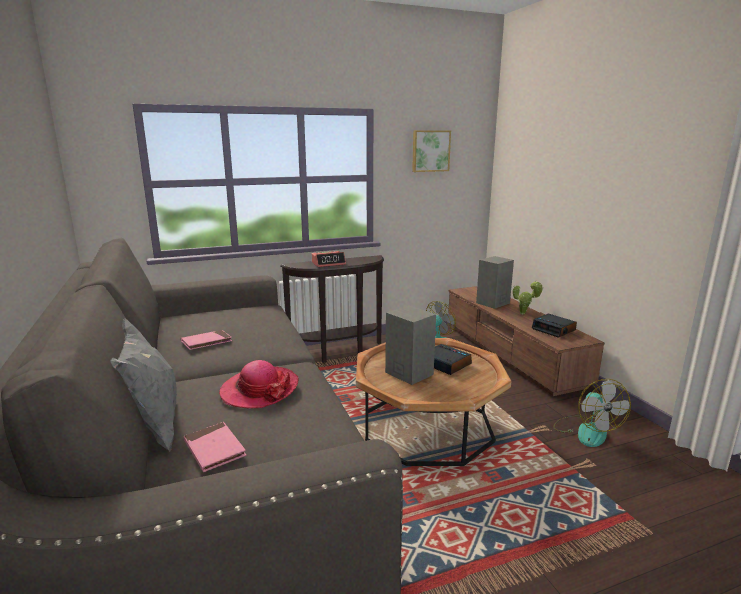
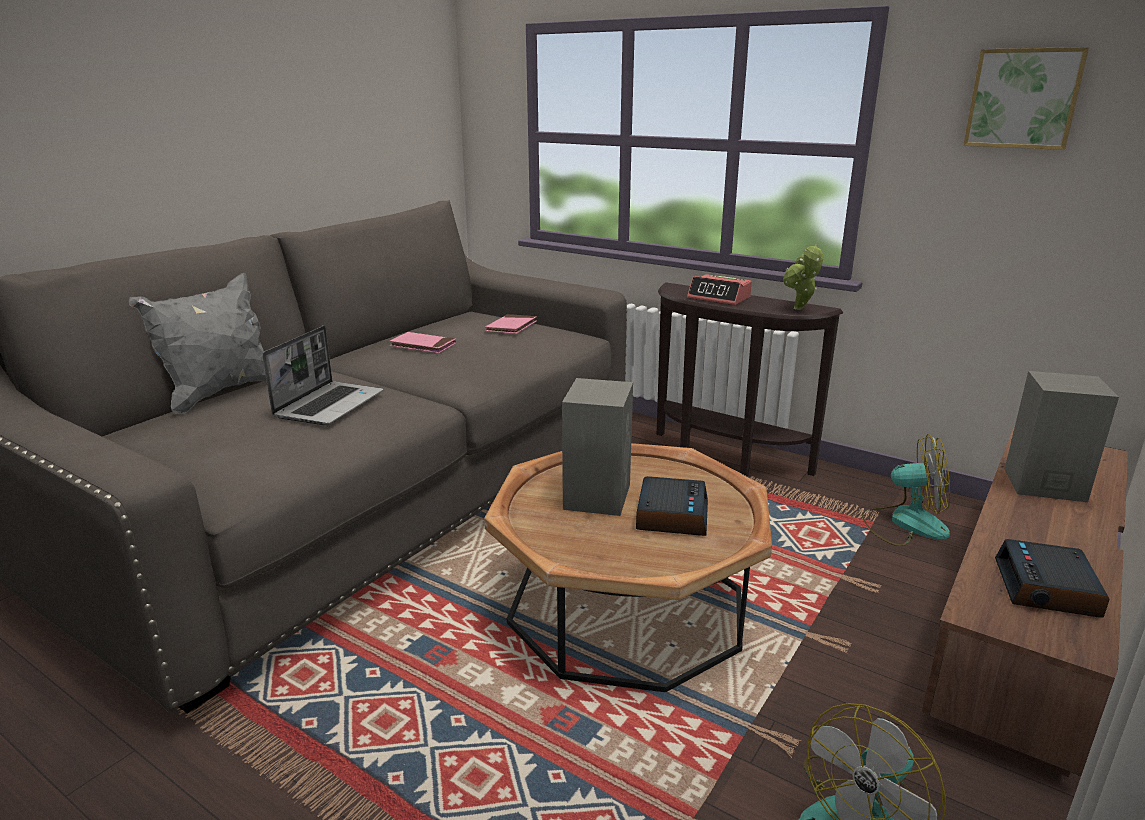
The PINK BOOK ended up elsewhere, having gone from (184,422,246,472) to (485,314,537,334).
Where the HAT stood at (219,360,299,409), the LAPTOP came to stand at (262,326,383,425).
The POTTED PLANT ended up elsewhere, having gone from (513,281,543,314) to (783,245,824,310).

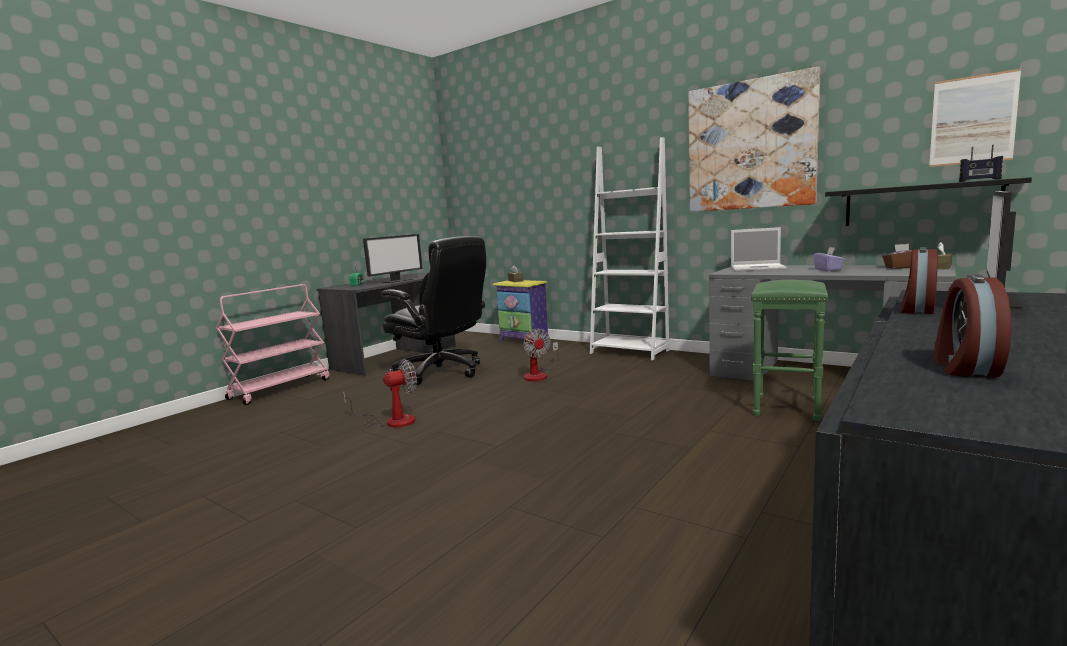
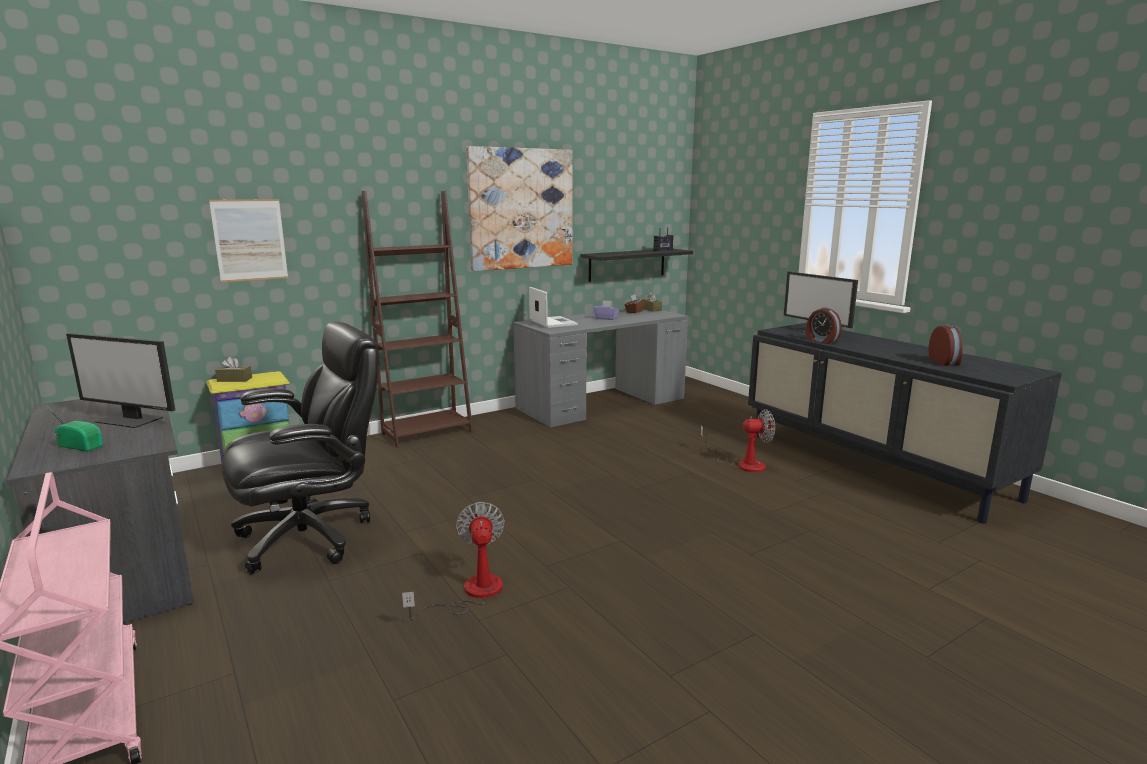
The MONITOR at (363,234,423,283) ended up facing another way, 135 degrees clockwise from before.
The FAN ended up elsewhere, having gone from (523,328,560,381) to (701,409,775,472).
What was the WHITE BOOKCASE at (590,137,669,360) turned into the BROWN BOOKCASE at (361,191,473,448).
The LAPTOP at (731,227,787,271) ended up facing another way, 60 degrees counterclockwise from before.
The second view lost the GREEN STOOL at (751,280,828,421).
The PICTURE ended up elsewhere, having gone from (929,69,1021,167) to (209,199,288,282).
The ALARM CLOCK at (933,274,1011,377) ended up facing another way, 135 degrees counterclockwise from before.

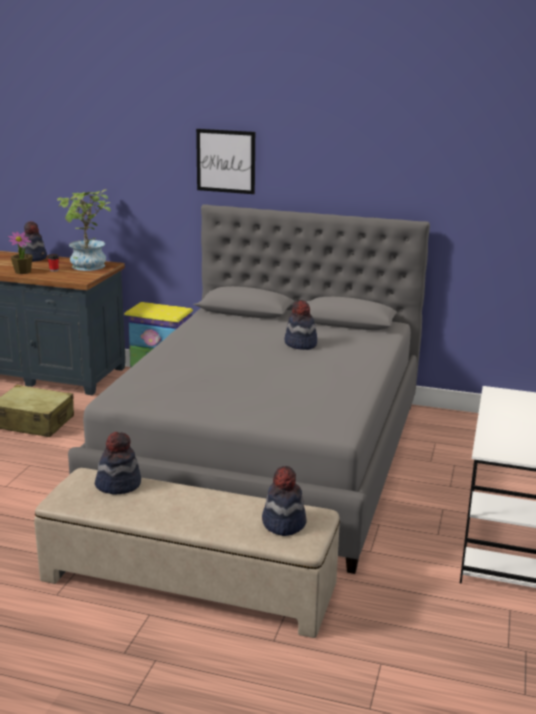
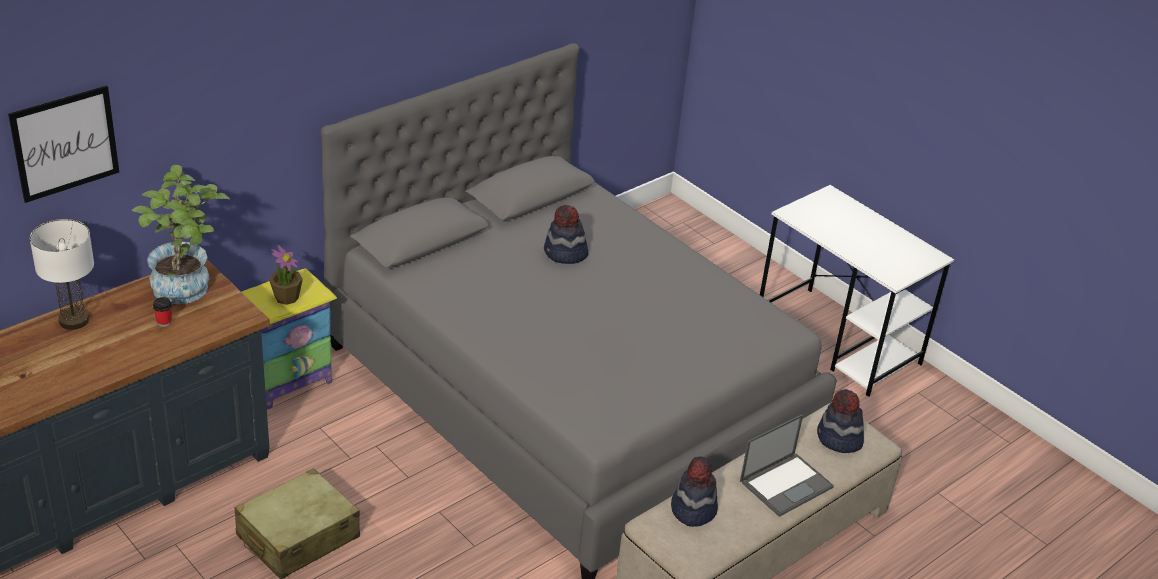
The POTTED PLANT ended up elsewhere, having gone from (8,232,32,274) to (269,245,303,305).
Where the HAT stood at (22,221,47,262), the TABLE LAMP came to stand at (30,219,94,330).
The PICTURE ended up elsewhere, having gone from (196,129,255,194) to (8,86,119,203).
The second view gained the LAPTOP at (740,414,834,517).

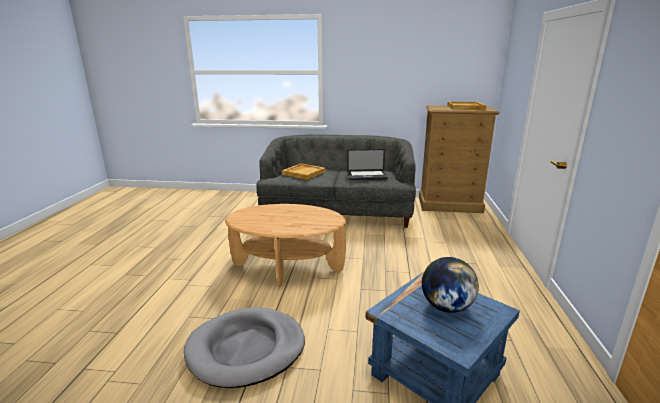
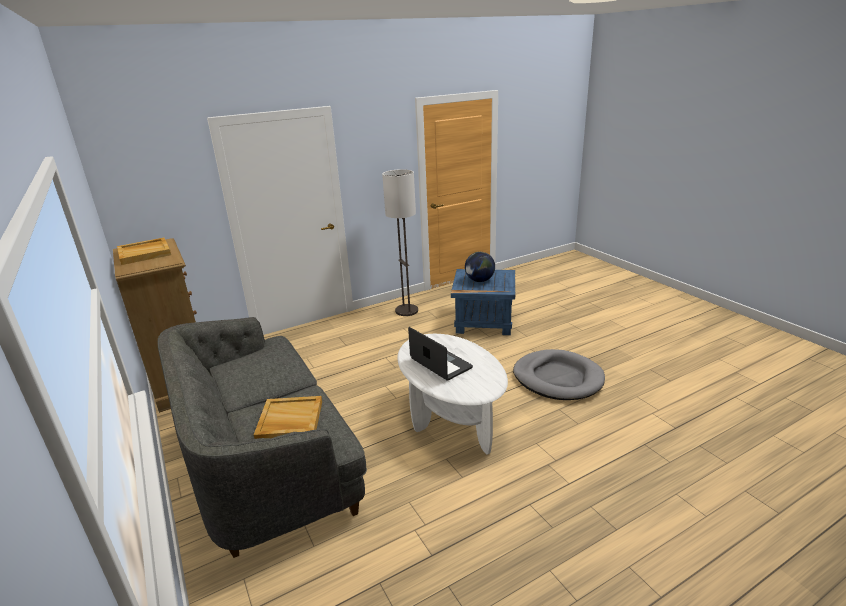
What was the BROWN COFFEE TABLE at (225,204,346,287) turned into the WHITE COFFEE TABLE at (397,334,508,455).
The LAPTOP ended up elsewhere, having gone from (347,149,388,180) to (408,327,473,381).
The second view gained the FLOOR LAMP at (382,169,418,316).

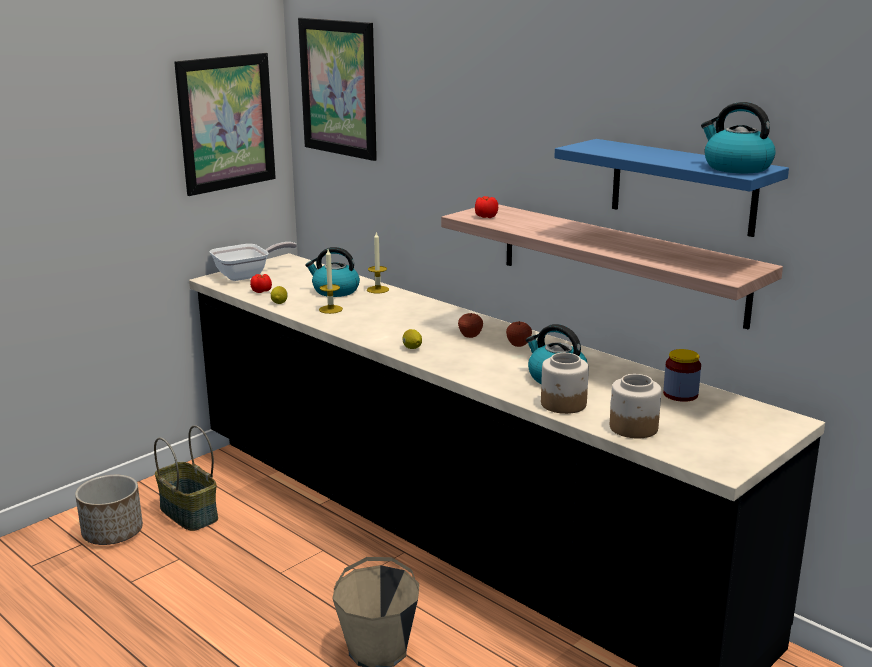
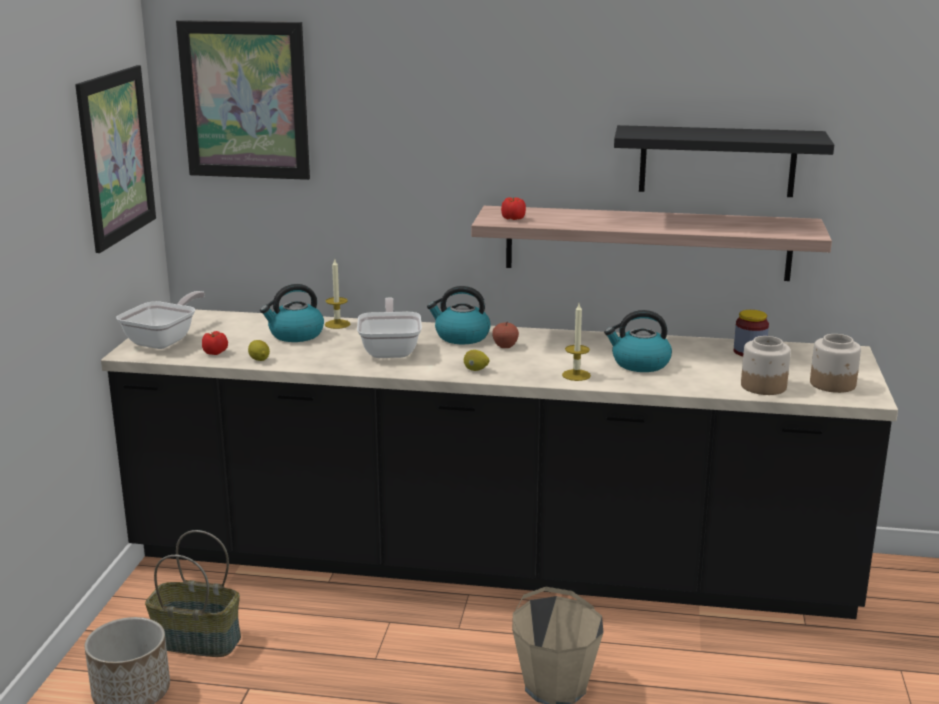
The CANDLE ended up elsewhere, having gone from (319,249,343,314) to (562,304,591,381).
The second view lost the APPLE at (506,321,532,347).
The JAR ended up elsewhere, having gone from (541,353,589,414) to (810,334,861,393).
What was the BLUE SHELF at (554,139,789,237) turned into the BLACK SHELF at (614,125,834,197).
The KETTLE ended up elsewhere, having gone from (701,102,776,173) to (427,286,490,344).
The second view gained the FRYING PAN at (357,298,422,358).

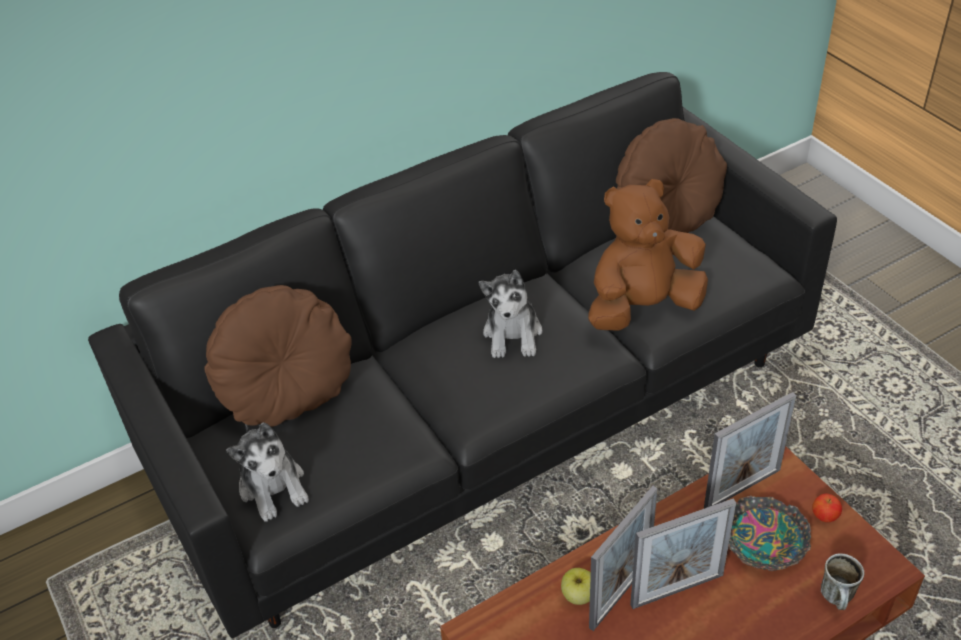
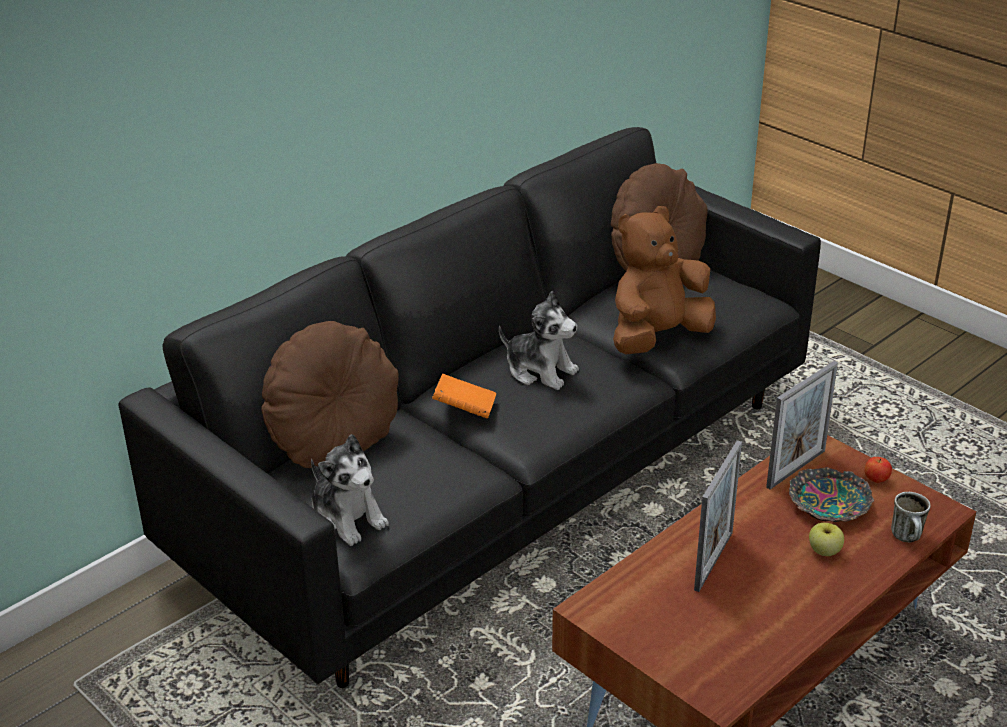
The PLUSH TOY at (479,270,543,358) ended up facing another way, 45 degrees counterclockwise from before.
The APPLE ended up elsewhere, having gone from (561,568,591,605) to (809,523,844,556).
The second view lost the PICTURE FRAME at (630,498,736,609).
The second view gained the ORANGE BOOK at (432,374,496,419).

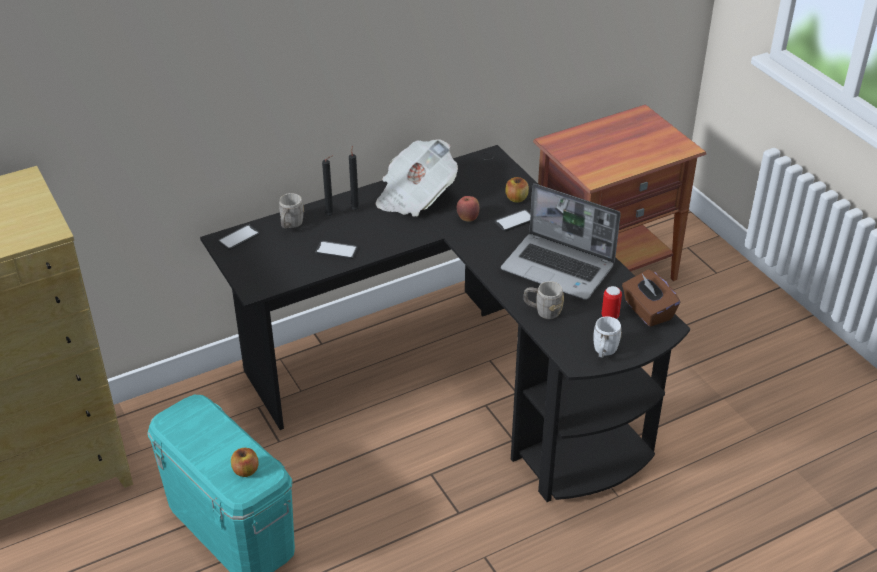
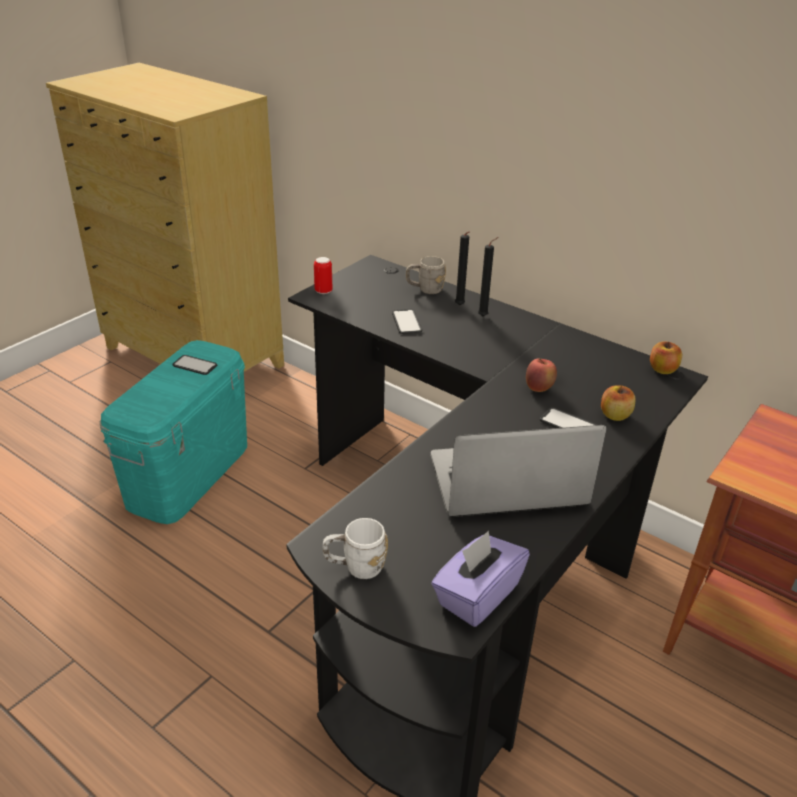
The PHONE ended up elsewhere, having gone from (218,225,260,250) to (172,355,217,375).
The APPLE ended up elsewhere, having gone from (231,448,259,477) to (650,342,682,374).
The second view lost the NEWSPAPER at (375,139,458,217).
The LAPTOP at (501,184,621,300) ended up facing another way, 75 degrees clockwise from before.
The second view lost the GREY MUG at (524,281,564,319).
The CAN ended up elsewhere, having gone from (602,286,622,319) to (314,257,332,294).
What was the BROWN TISSUE BOX at (622,269,680,327) turned into the PURPLE TISSUE BOX at (431,531,530,627).

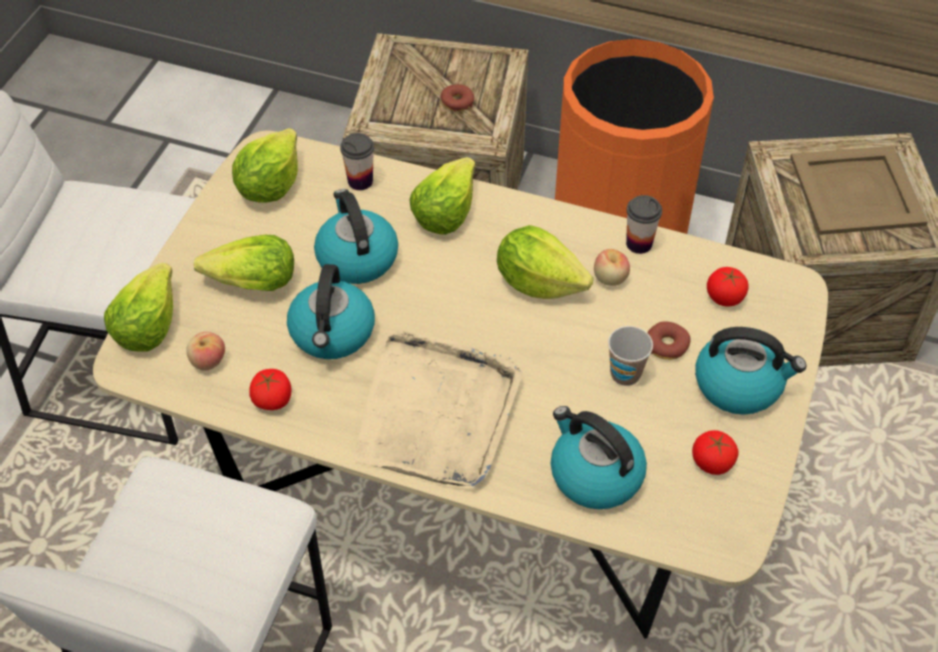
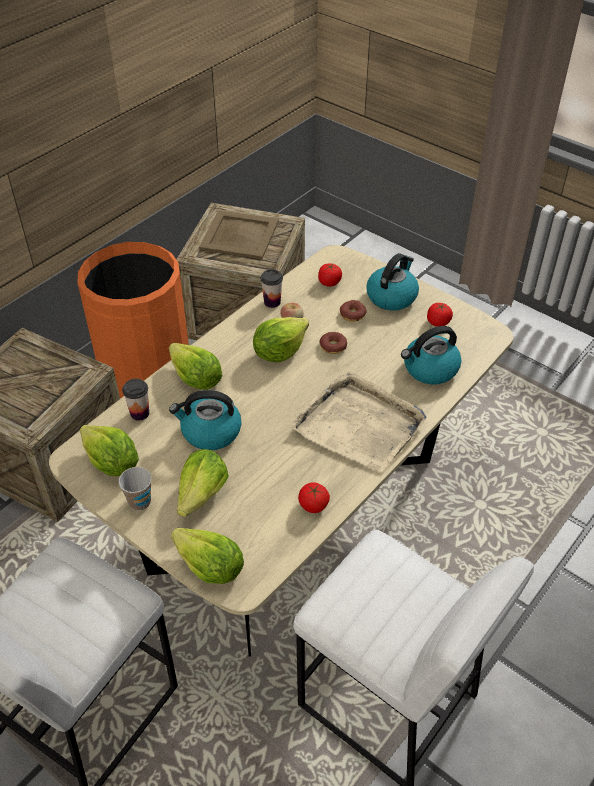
The second view lost the APPLE at (186,332,225,371).
The second view lost the KETTLE at (287,264,375,359).
The DONUT ended up elsewhere, having gone from (440,84,474,111) to (319,332,347,354).
The CUP ended up elsewhere, having gone from (608,326,653,386) to (119,467,152,511).

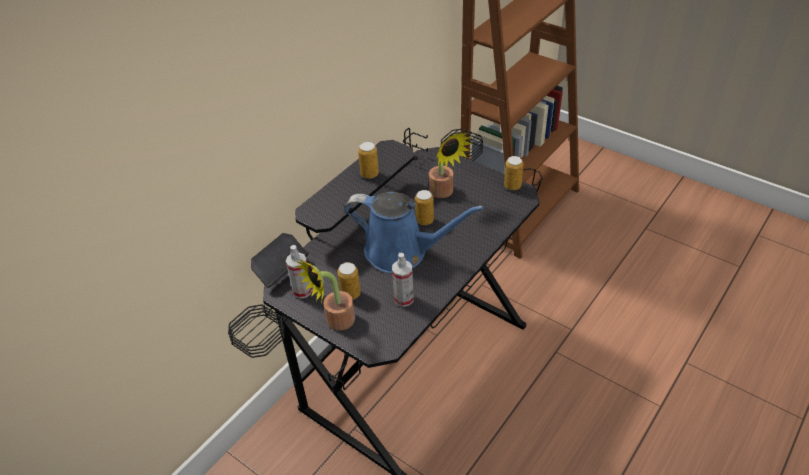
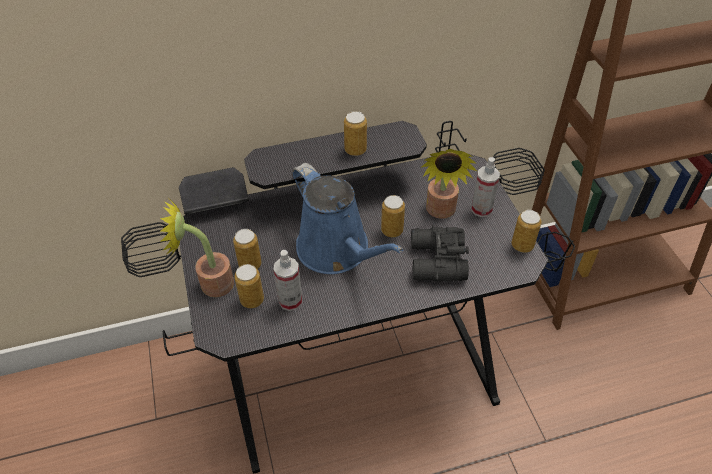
The SPRAY BOTTLE ended up elsewhere, having gone from (286,245,312,299) to (471,157,500,217).
The second view gained the CAN at (234,264,264,308).
The second view gained the BLACK BINOCULARS at (411,225,469,281).

